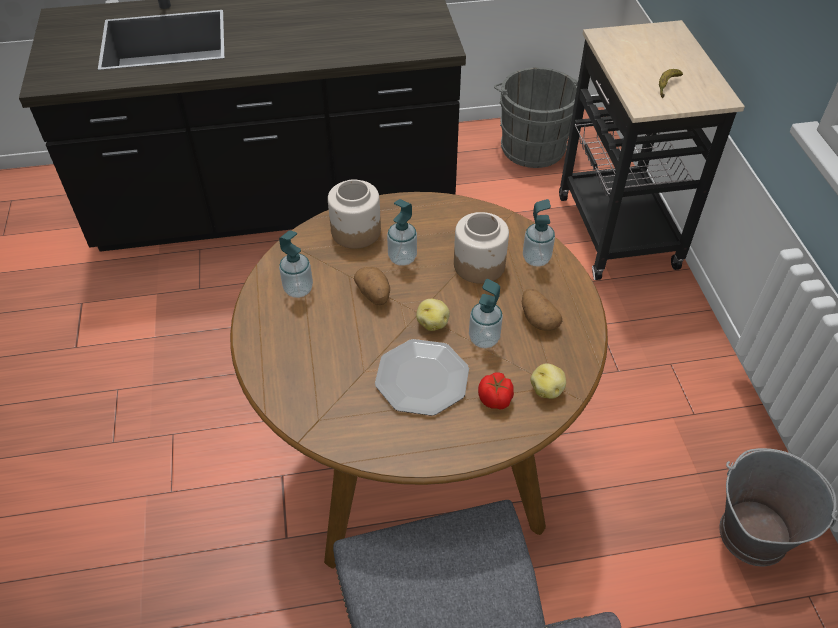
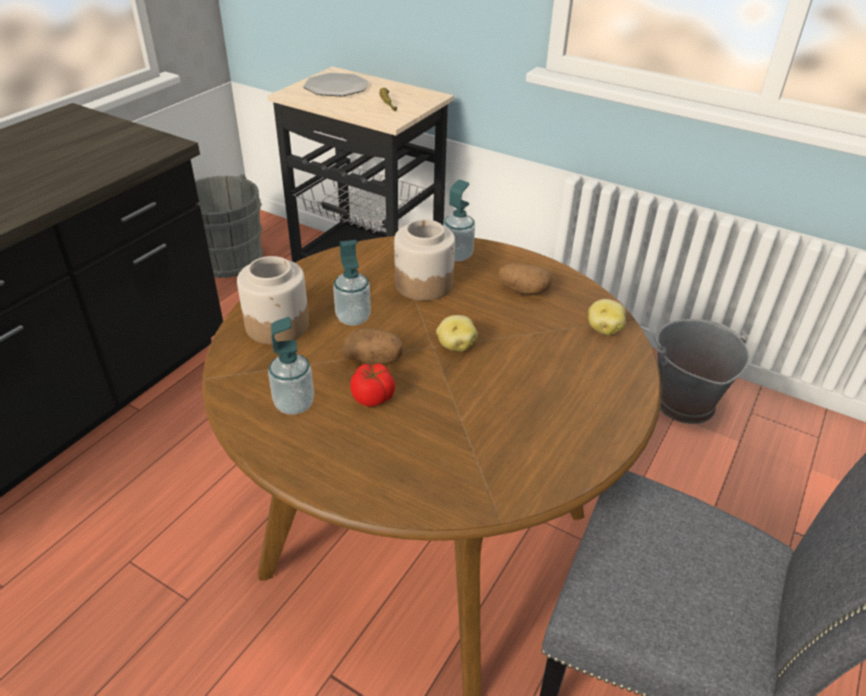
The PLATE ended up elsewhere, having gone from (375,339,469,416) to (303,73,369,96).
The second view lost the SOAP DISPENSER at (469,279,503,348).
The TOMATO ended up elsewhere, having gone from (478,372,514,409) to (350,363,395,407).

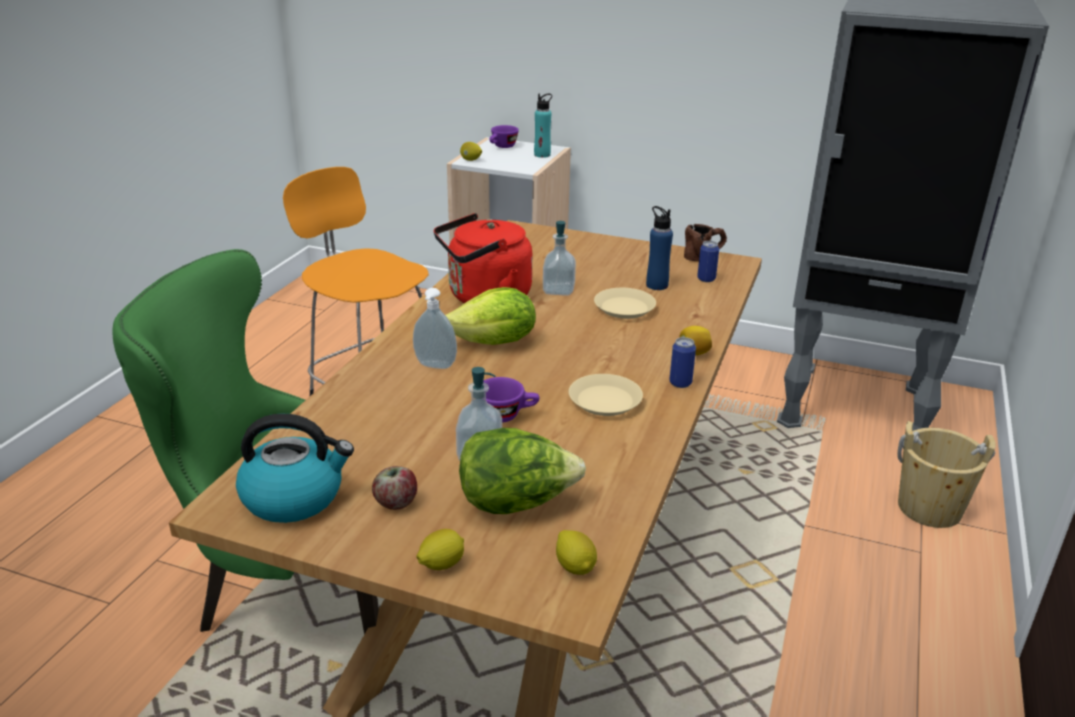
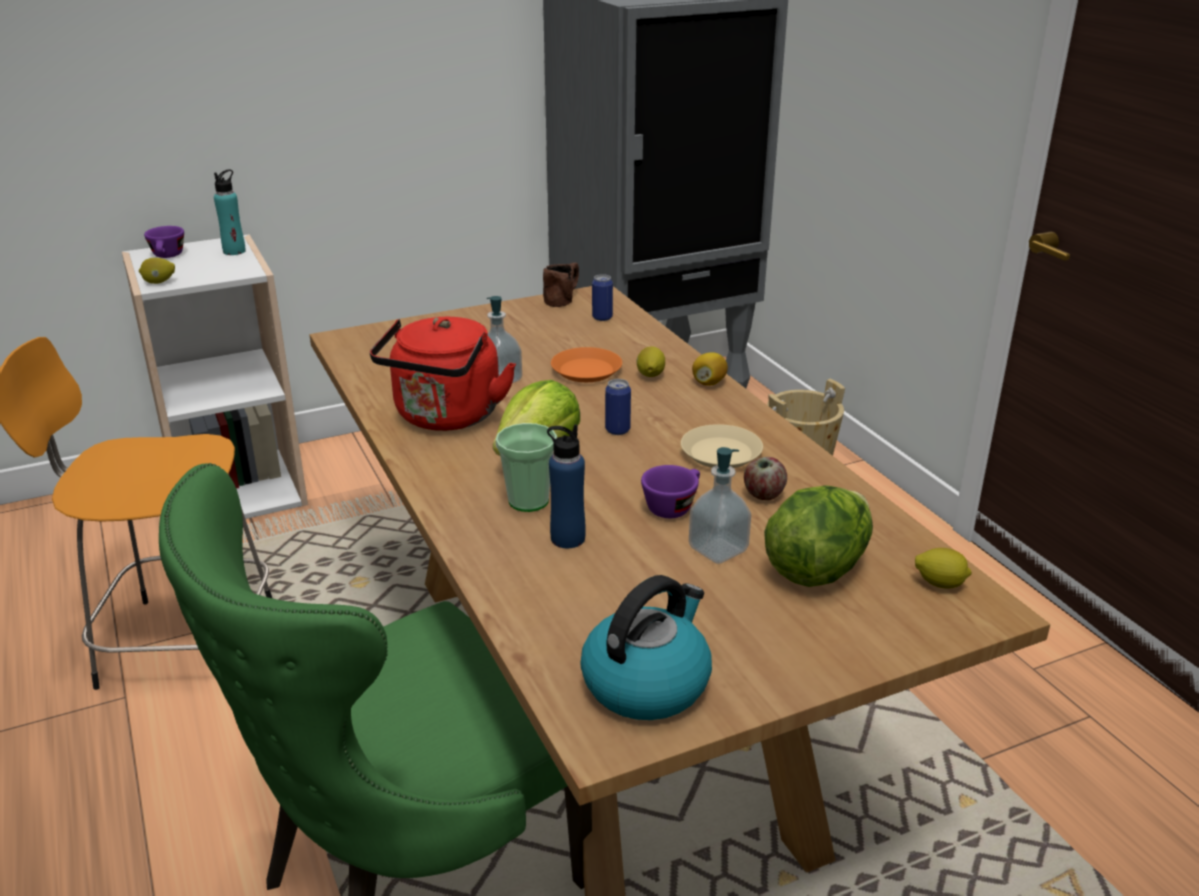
The APPLE ended up elsewhere, having gone from (372,466,417,510) to (744,457,787,500).
Where the SOAP DISPENSER stood at (413,288,457,369), the CUP came to stand at (496,423,557,512).
The LEMON ended up elsewhere, having gone from (416,529,464,570) to (636,346,665,377).
What was the BEIGE PLATE at (594,288,656,319) turned into the ORANGE PLATE at (551,347,622,382).
The BLUE BOTTLE ended up elsewhere, having gone from (646,206,673,290) to (547,424,586,548).
The CAN ended up elsewhere, having gone from (669,337,696,388) to (605,379,631,435).

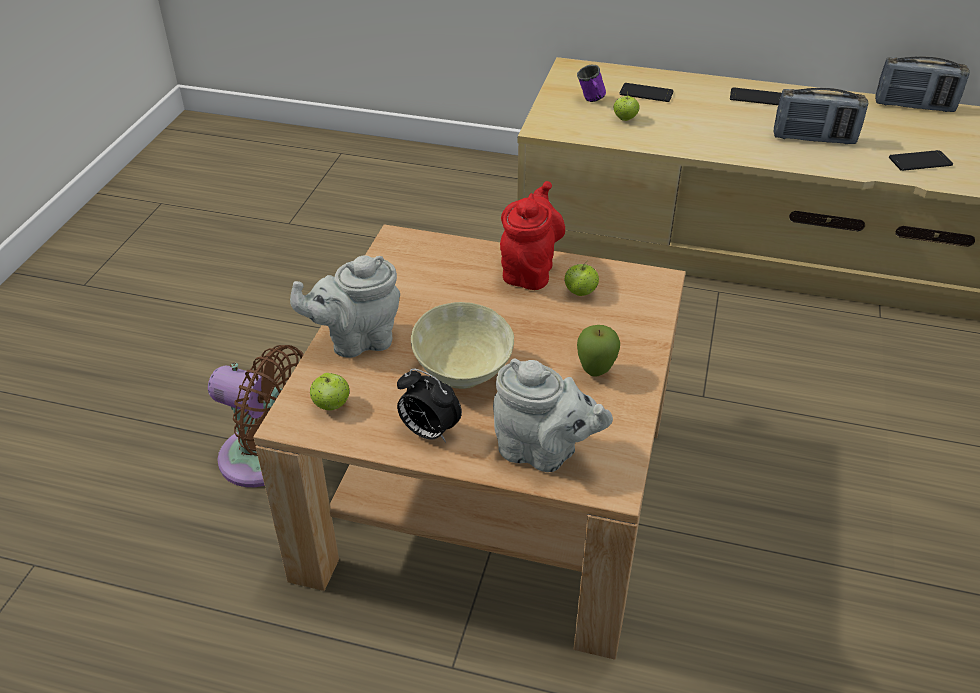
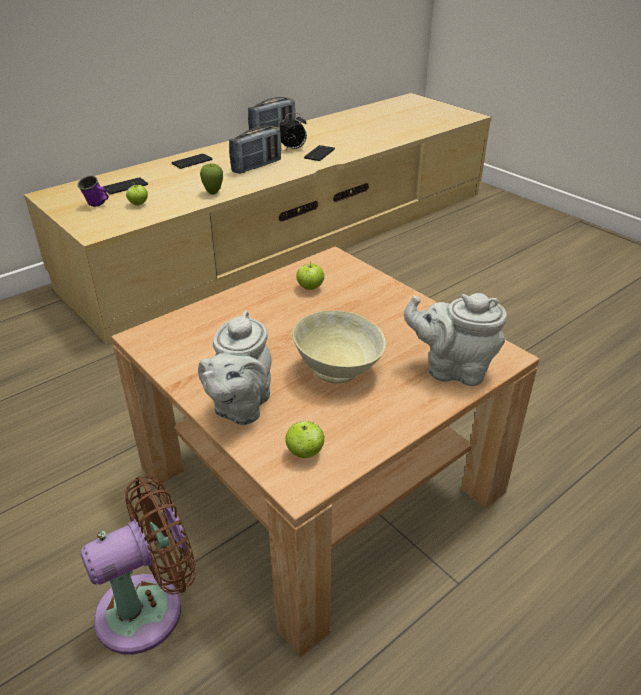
The ALARM CLOCK ended up elsewhere, having gone from (397,368,462,442) to (280,113,307,150).
The GREY TEAPOT at (493,359,613,472) ended up facing another way, 135 degrees counterclockwise from before.
The second view lost the RED TEAPOT at (500,181,565,290).
The APPLE ended up elsewhere, having gone from (577,325,620,377) to (200,164,223,195).

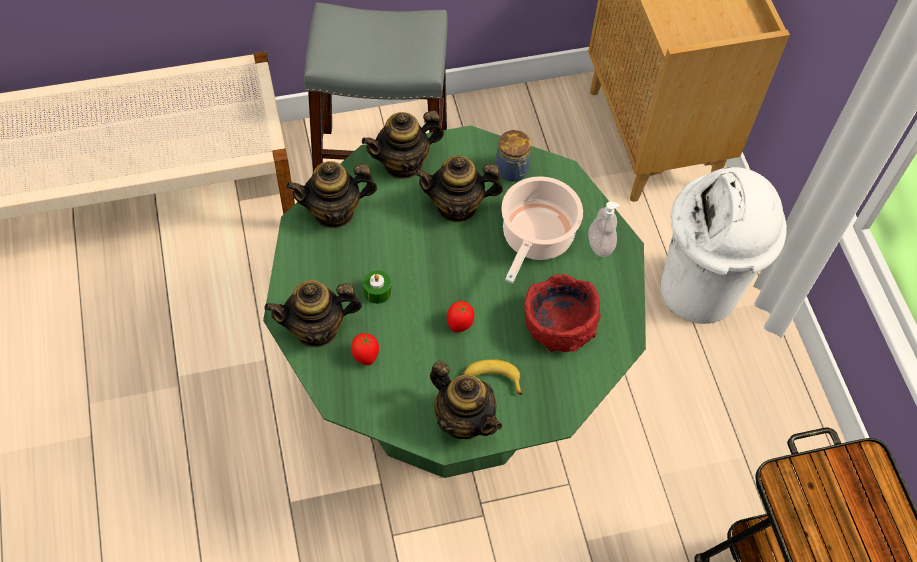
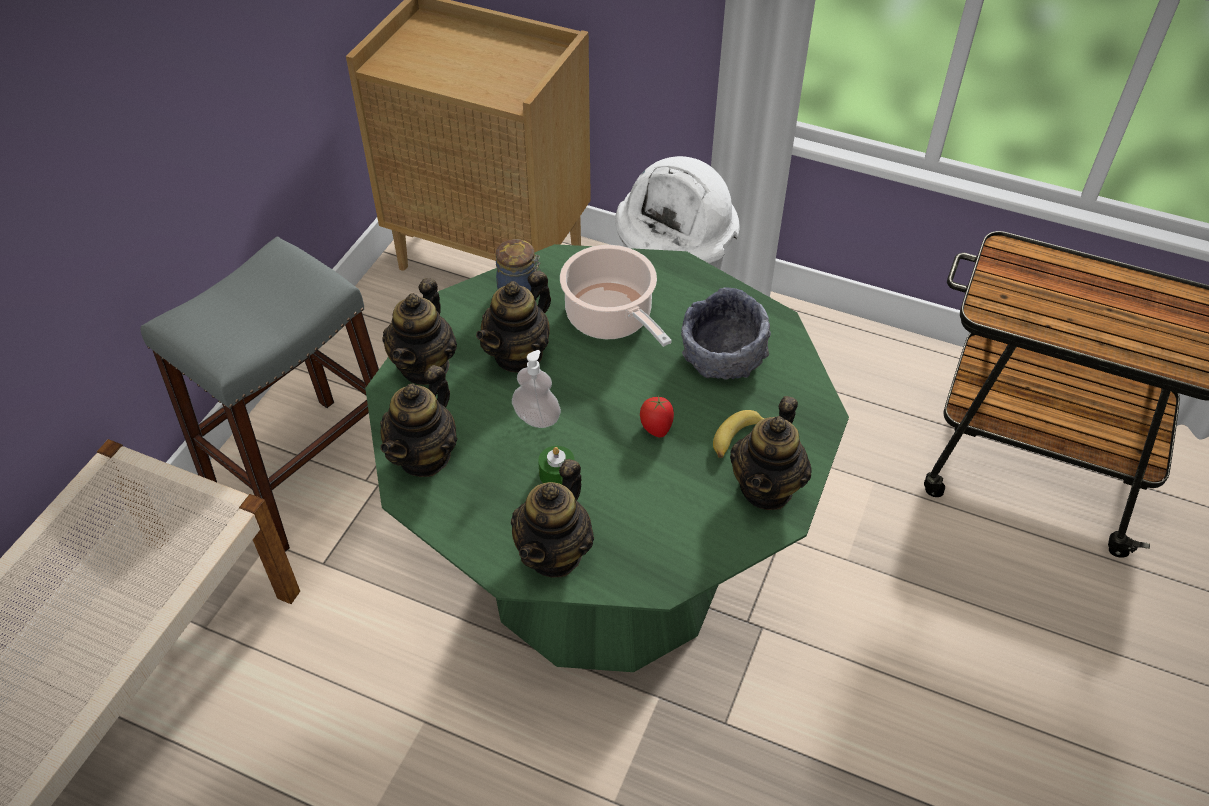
The second view lost the TOMATO at (351,333,379,365).
The TEAPOT at (430,360,502,439) ended up facing another way, 120 degrees clockwise from before.
What was the RED BOWL at (524,274,601,352) turned into the GREY BOWL at (681,287,771,379).
The SOAP DISPENSER ended up elsewhere, having gone from (588,201,620,257) to (512,350,561,428).

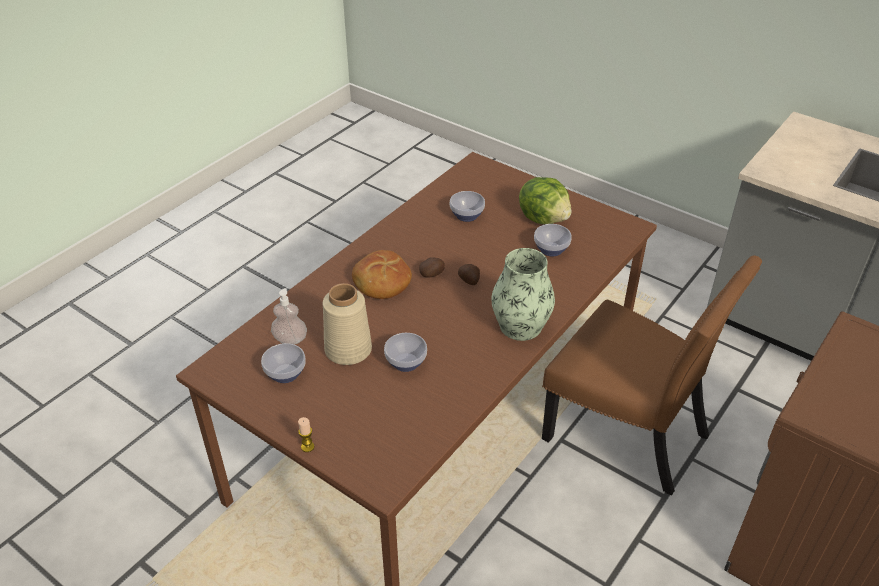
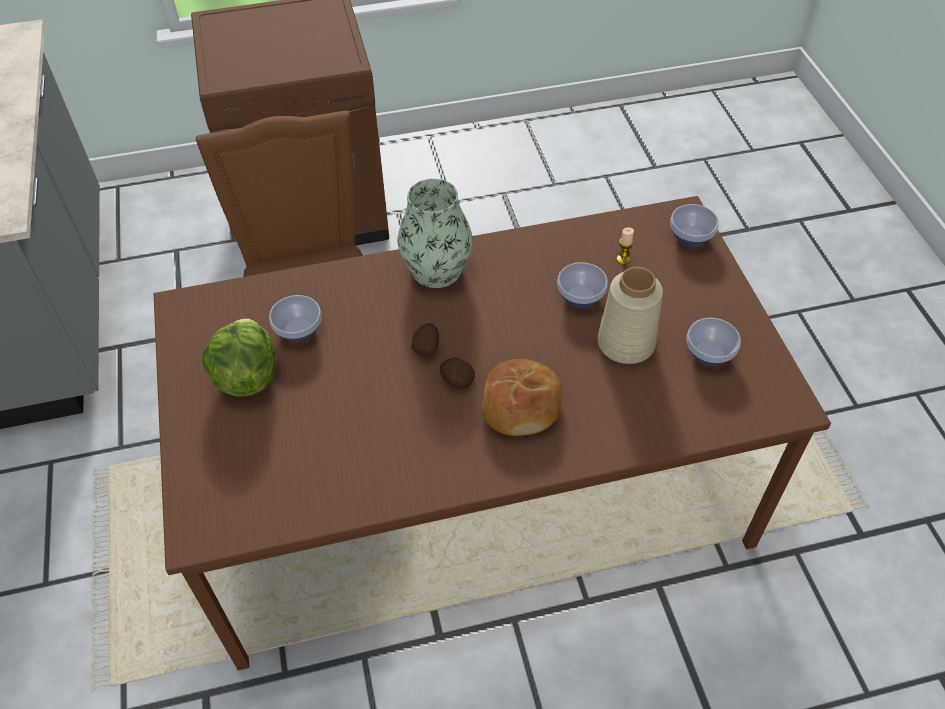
The second view lost the SOAP DISPENSER at (271,288,307,344).
The CANDLE ended up elsewhere, having gone from (298,417,314,452) to (617,227,634,265).
The BOWL ended up elsewhere, having gone from (449,191,485,222) to (670,204,719,247).

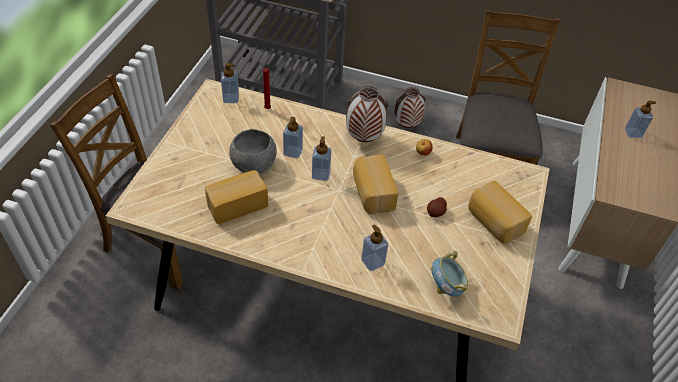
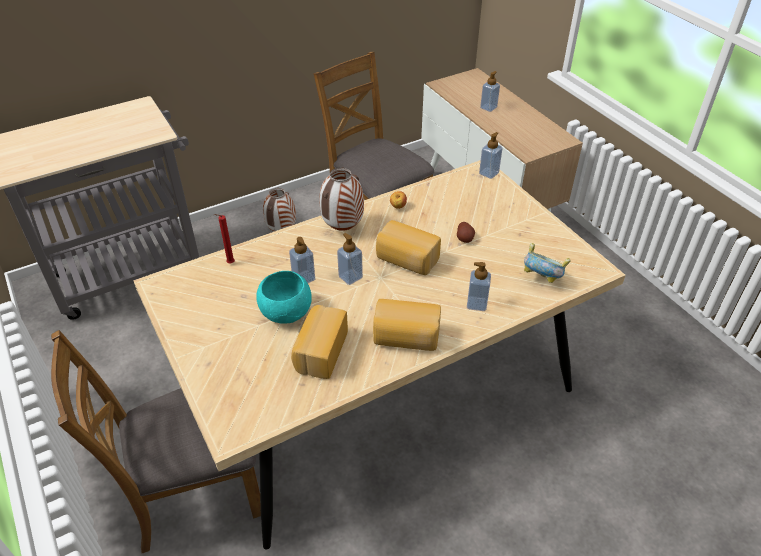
The SOAP DISPENSER ended up elsewhere, having gone from (221,63,239,103) to (479,132,503,179).
What was the GREY BOWL at (229,129,277,173) turned into the TURQUOISE BOWL at (256,271,312,324).
The BREAD ended up elsewhere, having gone from (468,181,532,244) to (373,299,441,351).

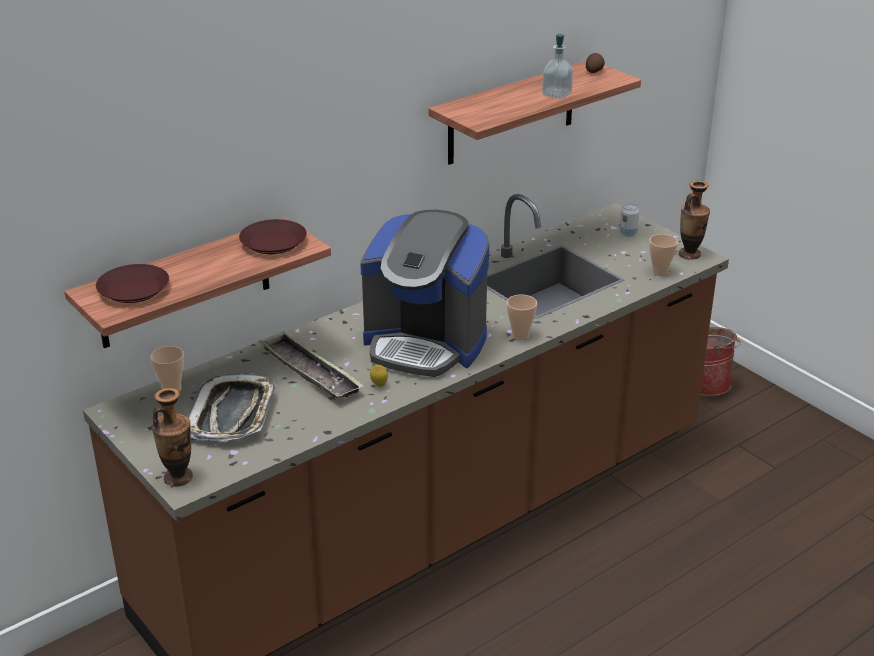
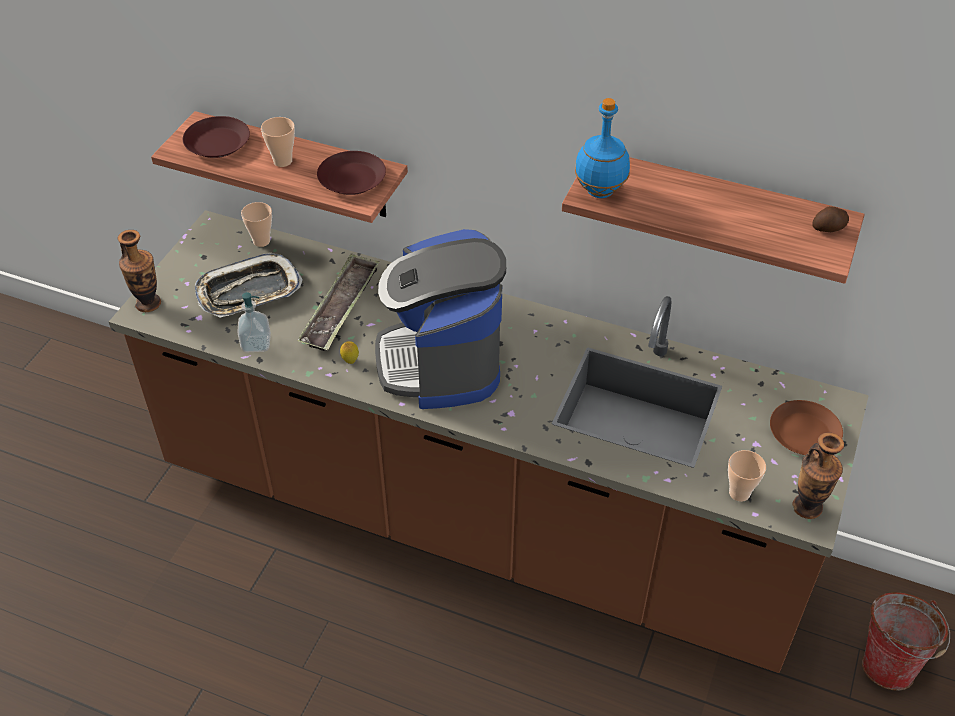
The CUP ended up elsewhere, having gone from (506,295,537,340) to (261,117,295,167).
The SOAP DISPENSER ended up elsewhere, having gone from (542,34,573,99) to (237,292,271,353).
Where the CAN stood at (620,203,639,237), the BROWN PLATE came to stand at (770,400,843,455).
The second view gained the BLUE BOTTLE at (575,98,630,198).

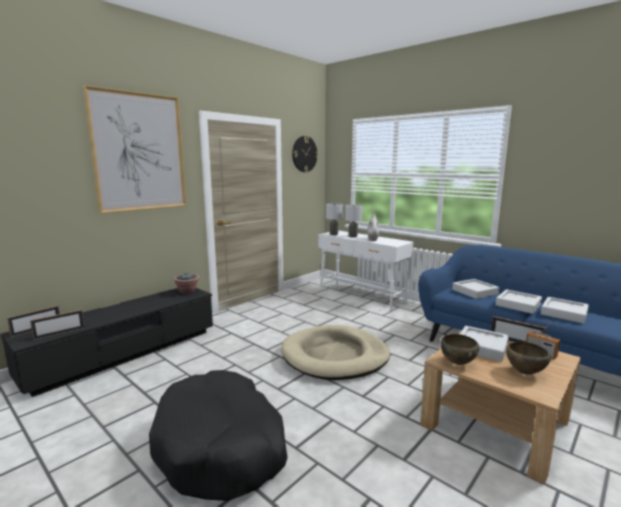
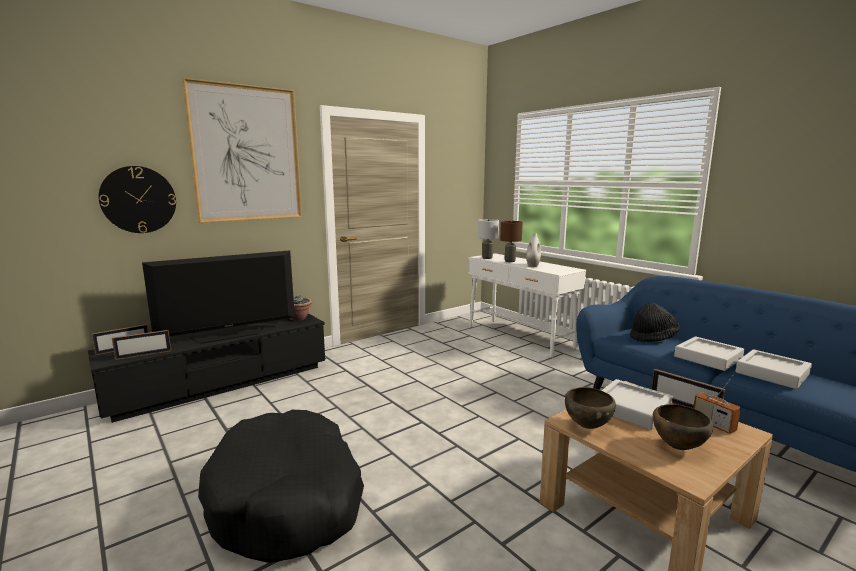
The second view lost the BEIGE DOG BED at (281,325,390,380).
The WALL CLOCK ended up elsewhere, having gone from (292,136,318,172) to (98,166,176,233).
What was the WHITE TABLE LAMP at (345,205,363,238) turned into the BROWN TABLE LAMP at (500,221,523,262).
Where the GREY TRAY stood at (452,279,500,299), the BLACK HAT came to stand at (630,302,679,342).
The second view gained the TELEVISION at (142,250,295,344).

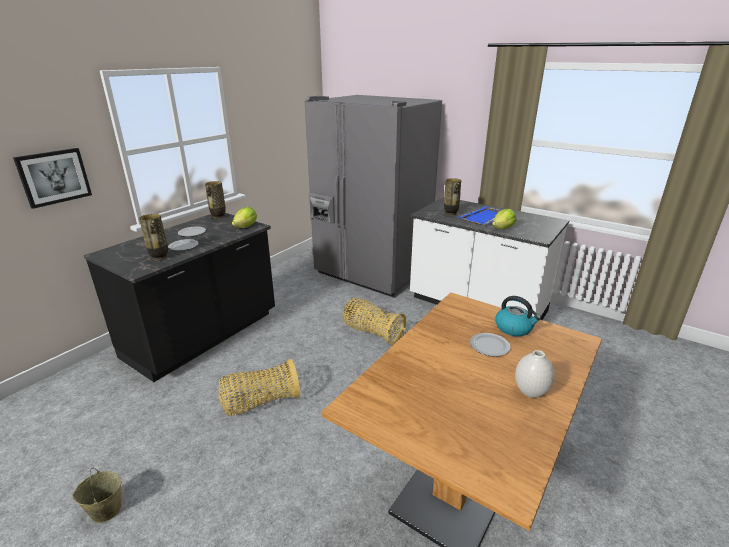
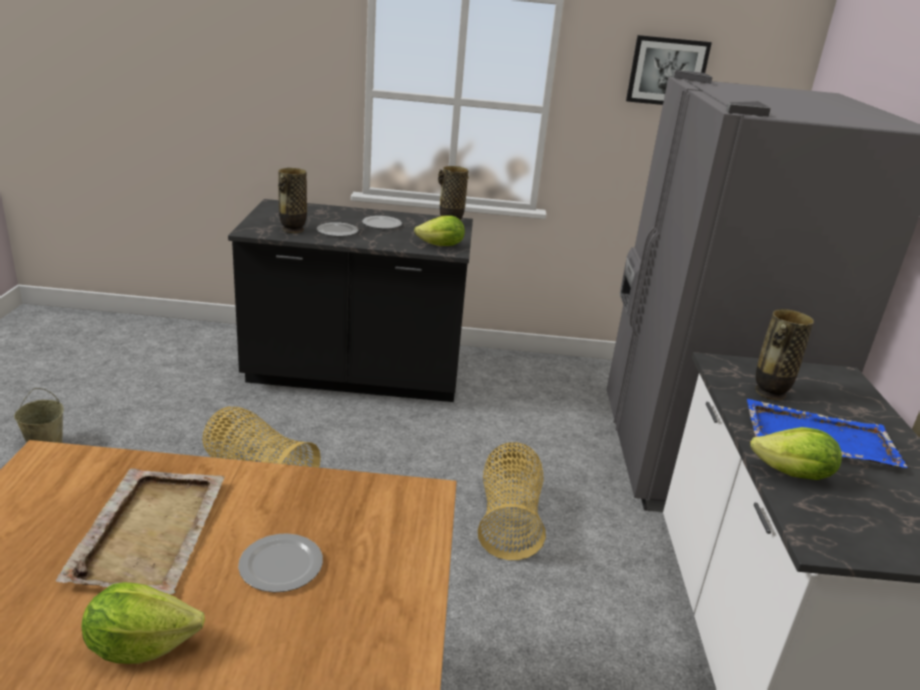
The PICTURE ended up elsewhere, having gone from (13,148,92,209) to (626,35,712,105).
The second view lost the KETTLE at (495,296,541,336).
Where the WHITE VASE stood at (515,350,554,398), the LETTUCE came to stand at (81,582,205,664).
The second view gained the BEIGE TRAY at (56,468,225,595).

